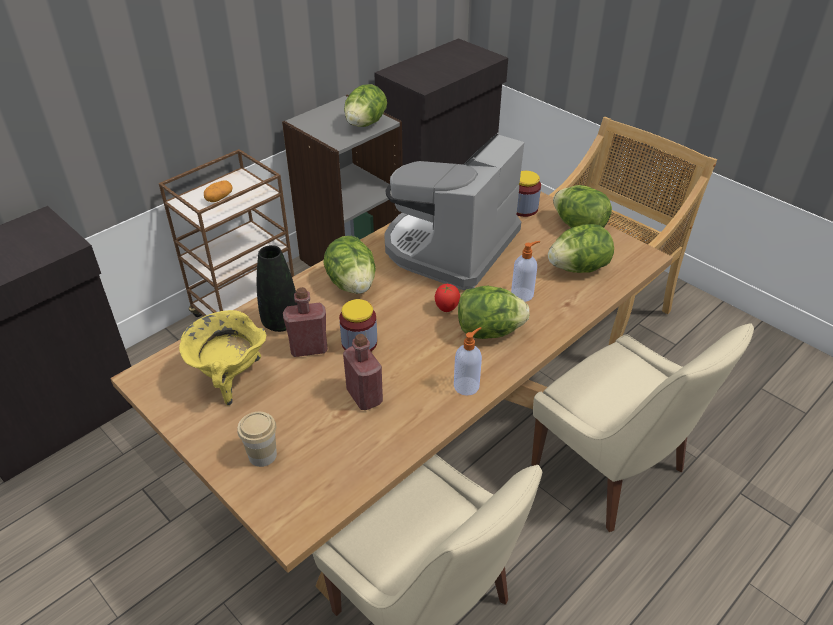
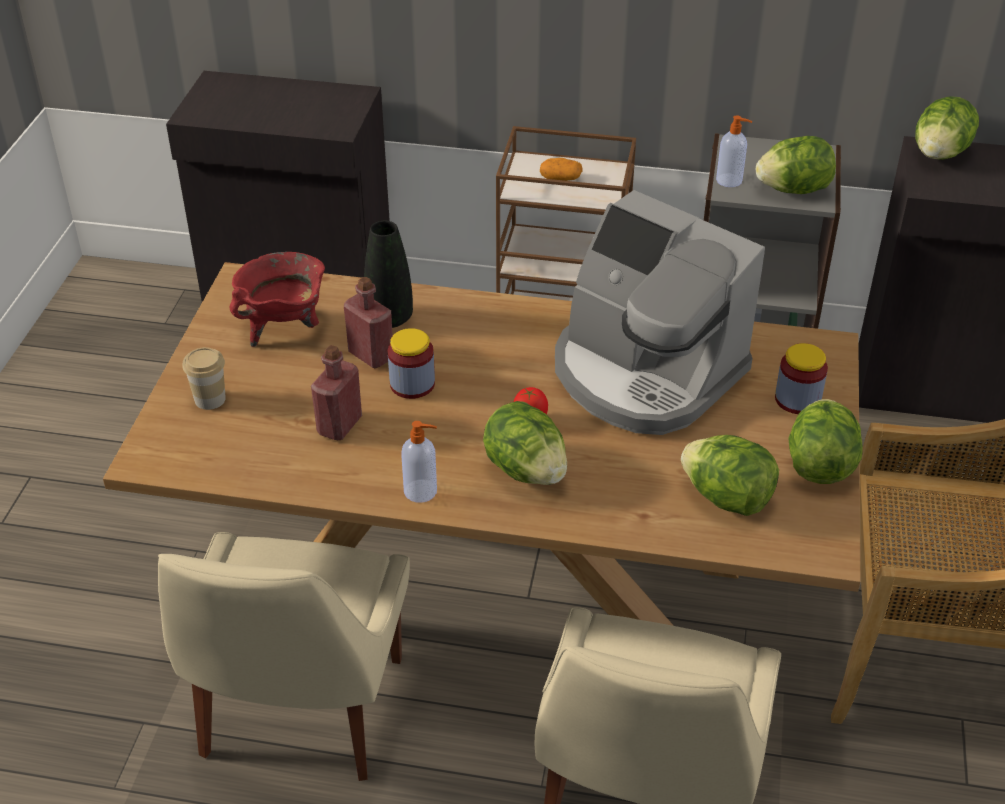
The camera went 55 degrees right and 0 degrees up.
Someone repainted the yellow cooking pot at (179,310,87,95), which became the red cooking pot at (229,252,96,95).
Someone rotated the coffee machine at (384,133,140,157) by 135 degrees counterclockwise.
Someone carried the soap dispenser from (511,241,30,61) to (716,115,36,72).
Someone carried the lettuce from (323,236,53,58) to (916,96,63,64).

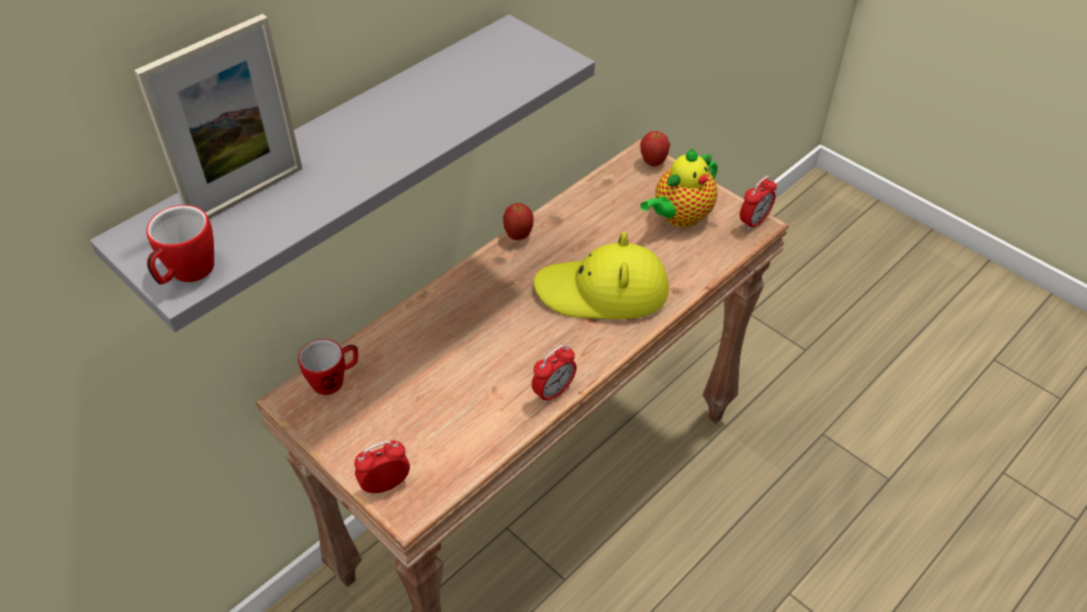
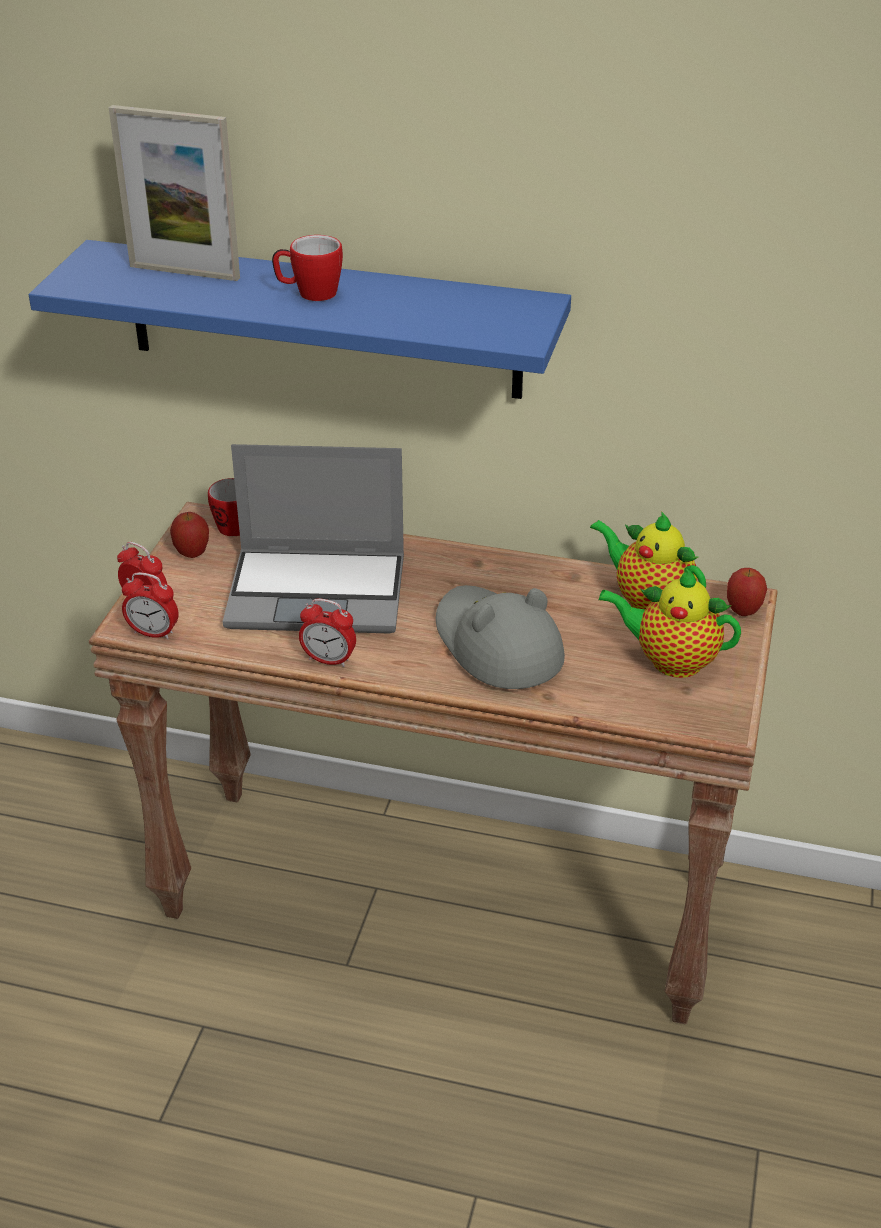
The camera went 60 degrees right and 10 degrees down.
Someone repainted the grey shelf at (90,15,505,317), which became the blue shelf at (29,240,542,159).
Someone carried the alarm clock from (740,175,37,56) to (122,572,57,68).
Someone carried the apple from (503,203,31,37) to (170,512,39,46).
Someone put down the laptop at (223,444,181,189).
Someone carried the mug from (146,205,68,79) to (272,235,71,66).
Someone repainted the yellow hat at (533,232,136,87), which became the grey hat at (436,585,129,104).
Someone put down the teapot at (590,512,116,97).

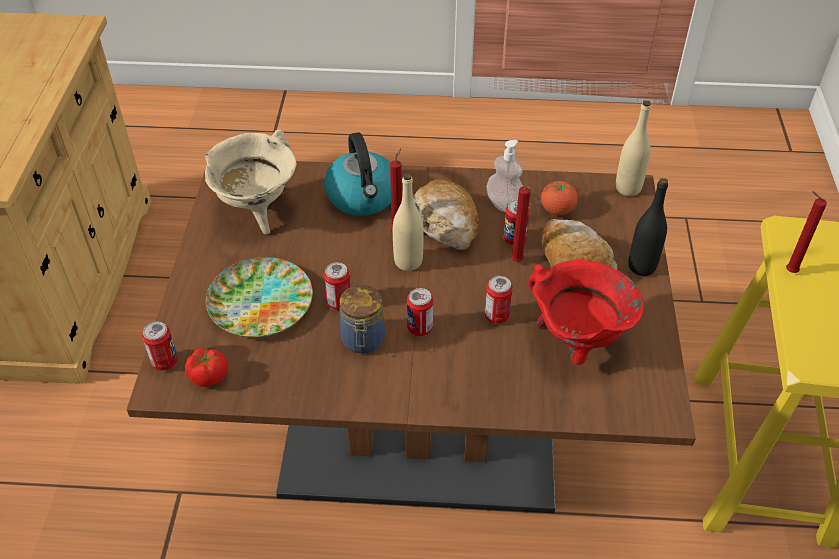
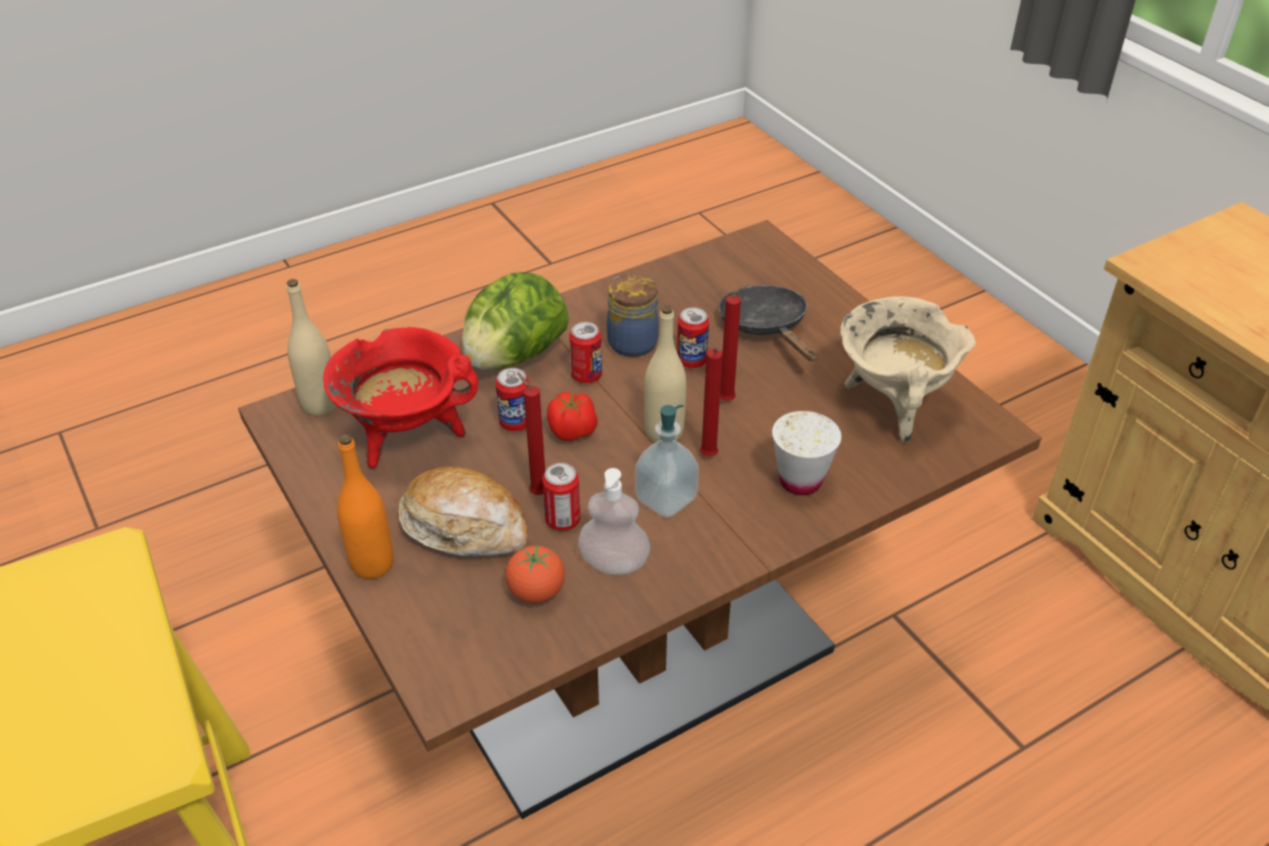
The camera went 145 degrees right and 5 degrees down.
Someone carried the beige bottle from (616,100,35,96) to (286,279,51,137).
Someone repainted the black bottle at (628,178,40,98), which became the orange bottle at (337,434,56,145).
Someone put down the lettuce at (462,272,107,98).
Someone carried the tomato from (185,348,43,39) to (547,391,51,50).
Someone swapped the bread at (413,180,66,70) for the soap dispenser at (635,405,64,113).
Someone swapped the plate at (206,257,107,80) for the black frying pan at (718,285,99,76).
Someone carried the red candle from (786,191,41,82) to (720,284,29,117).
Someone swapped the kettle at (324,132,67,84) for the white cup at (772,411,70,84).
Someone took away the can at (142,321,36,50).

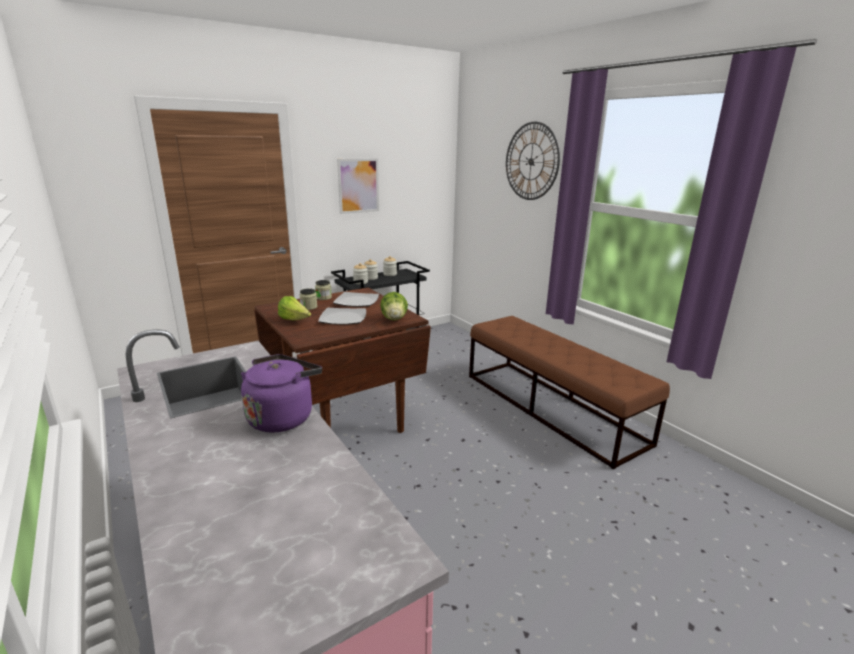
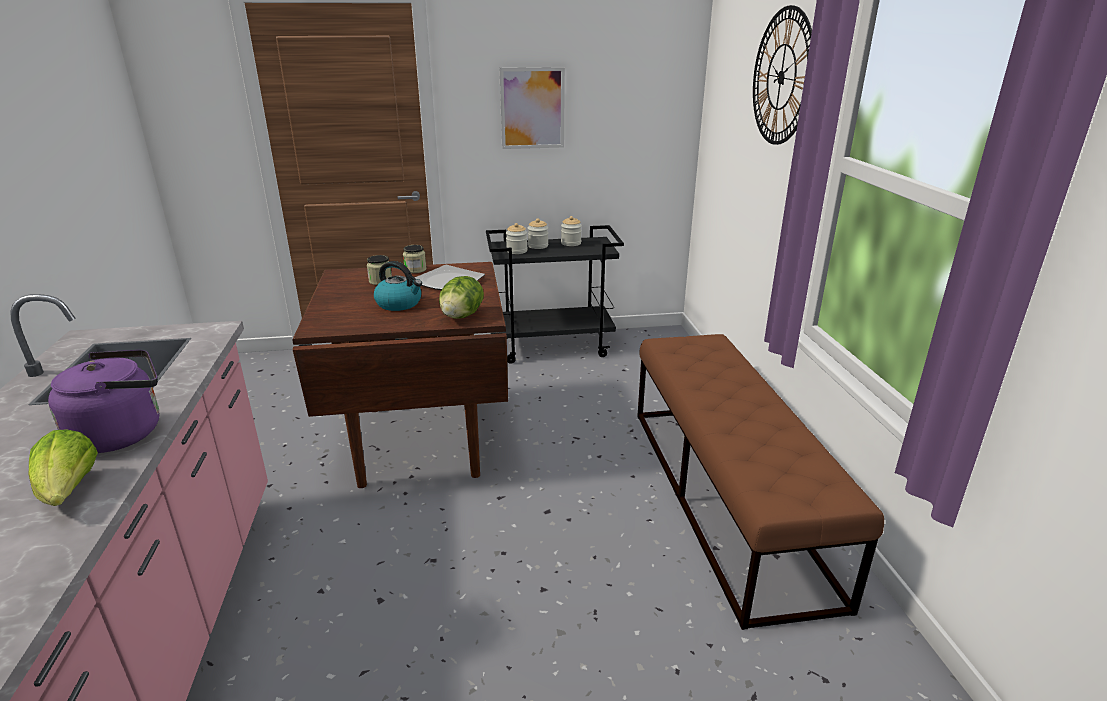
The camera went 25 degrees right and 5 degrees up.
Someone carried the lettuce from (278,296,33,24) to (29,429,69,77).
Someone swapped the plate at (318,308,48,17) for the kettle at (374,261,48,50).

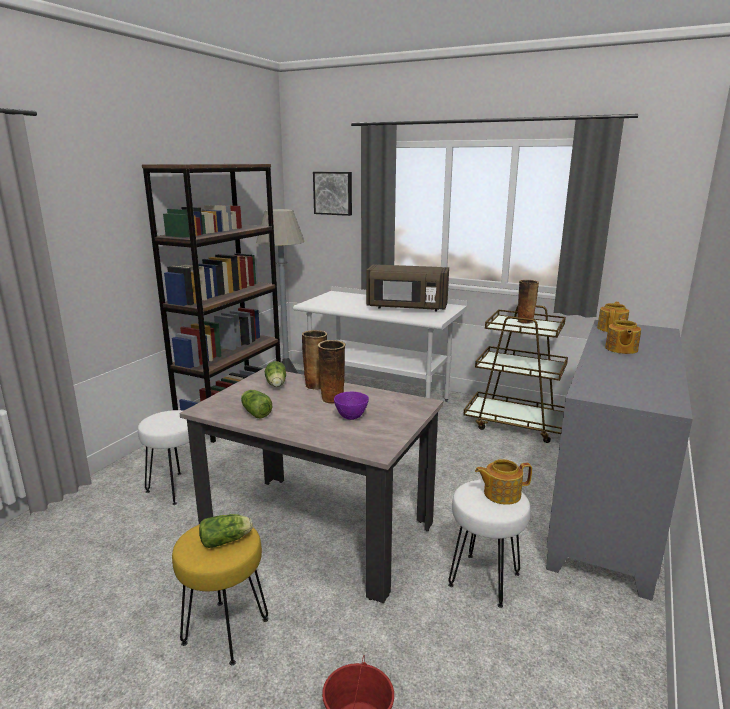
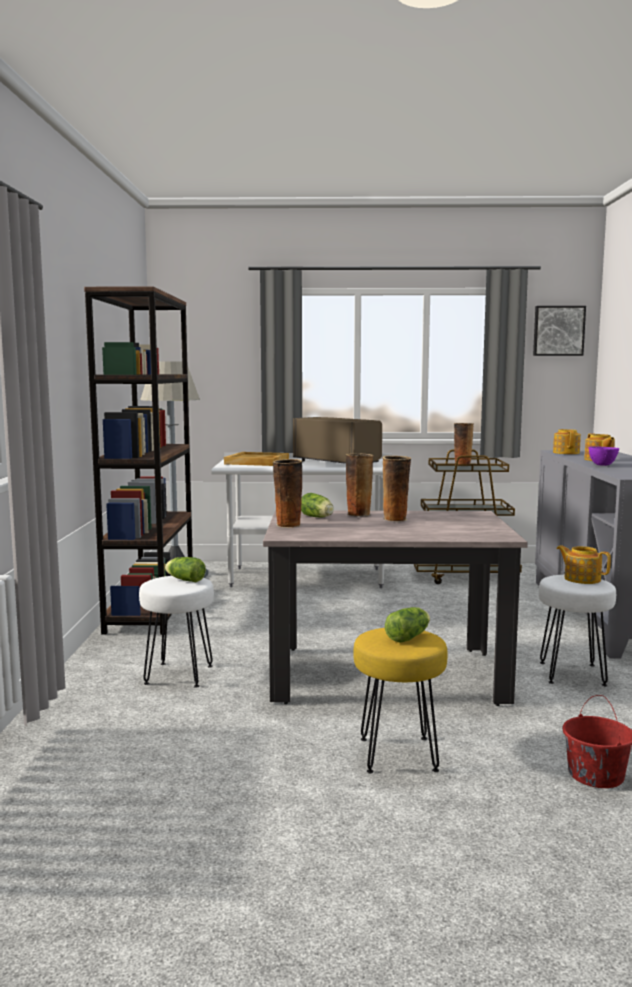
The camera went 25 degrees left and 10 degrees down.
Someone carried the lettuce from (241,390,31,28) to (165,557,41,25).
Someone put down the beige tray at (224,452,65,14).
Someone put down the vase at (273,459,29,69).
Someone rotated the brown microwave at (366,264,83,47) by 120 degrees counterclockwise.
Someone carried the picture from (313,172,39,44) to (533,306,53,50).
Someone rotated the teapot at (475,459,57,46) by 75 degrees clockwise.
Someone carried the purple bowl from (334,392,35,28) to (588,446,31,20).

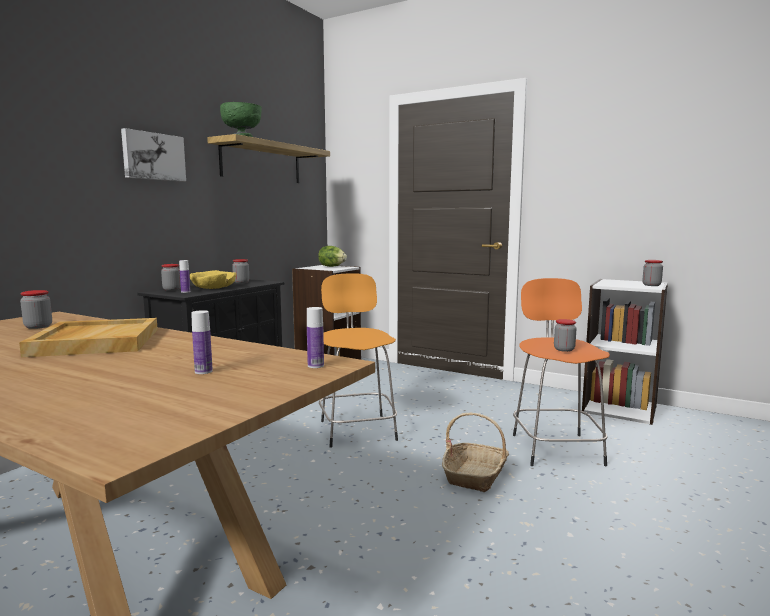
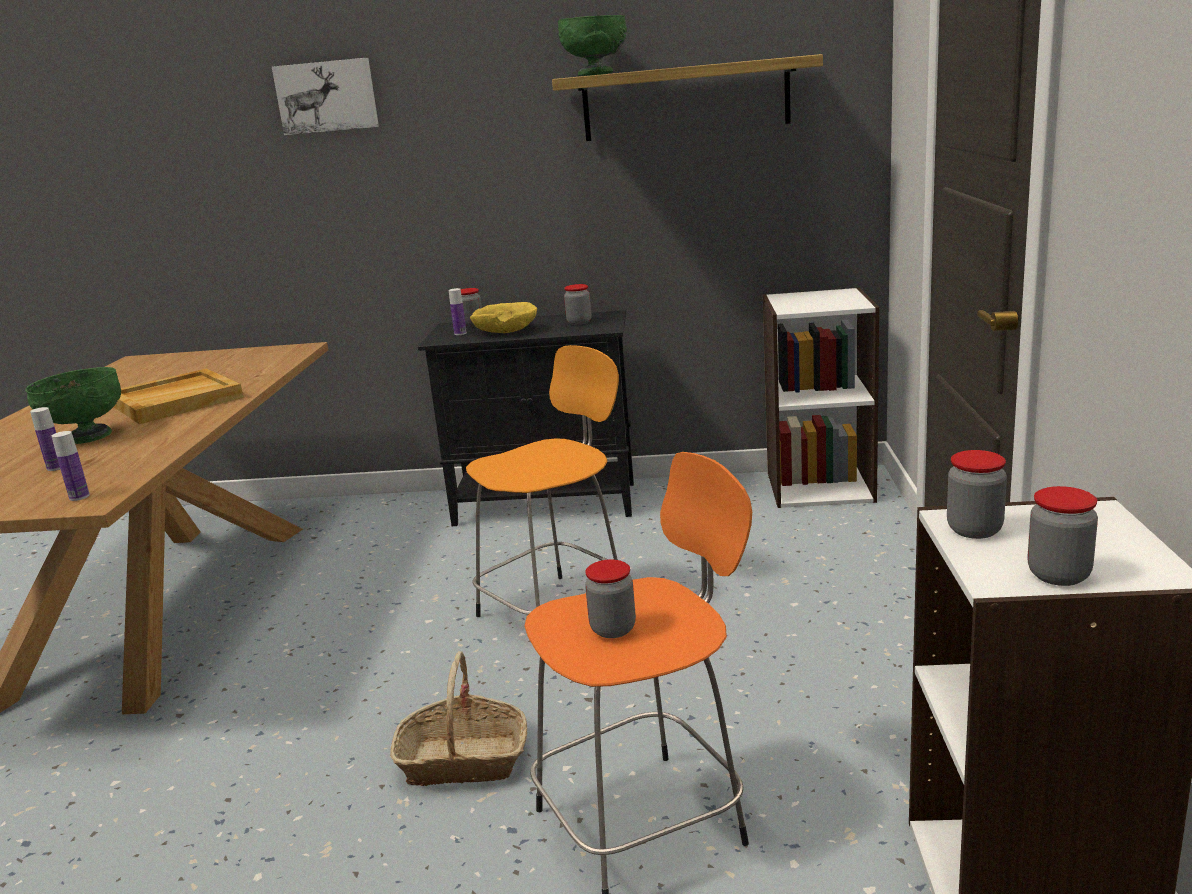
The camera went 65 degrees right and 10 degrees up.
Someone put down the green bowl at (25,367,96,77).
Someone carried the picture from (121,128,65,54) to (272,58,107,77).
Someone carried the jar from (20,290,32,39) to (947,450,60,89).
Someone took away the lettuce at (318,246,29,21).

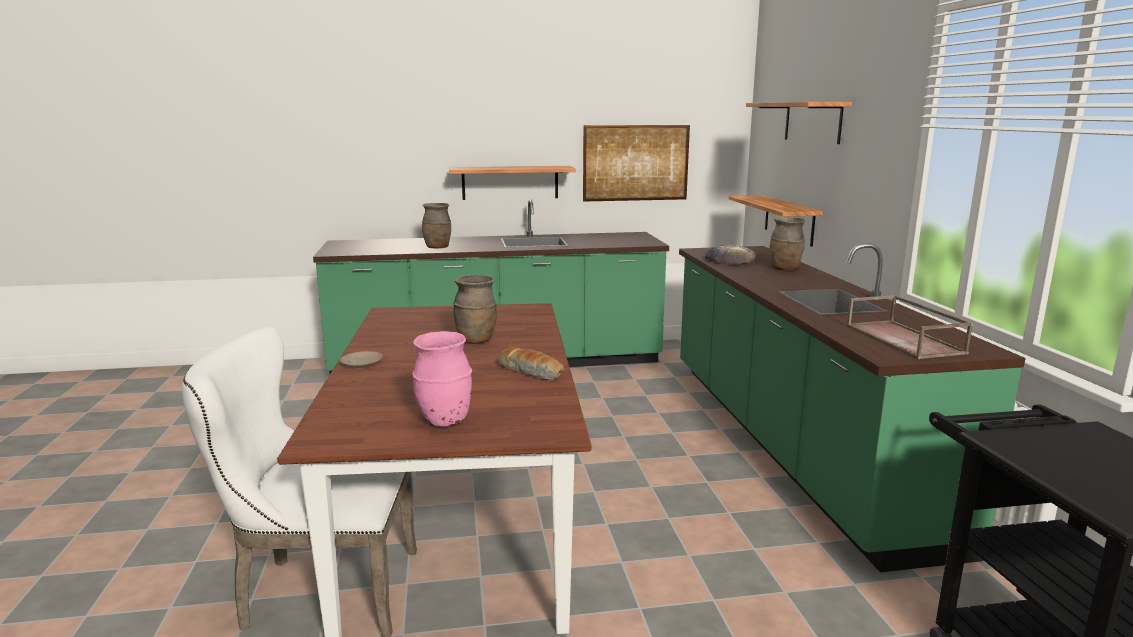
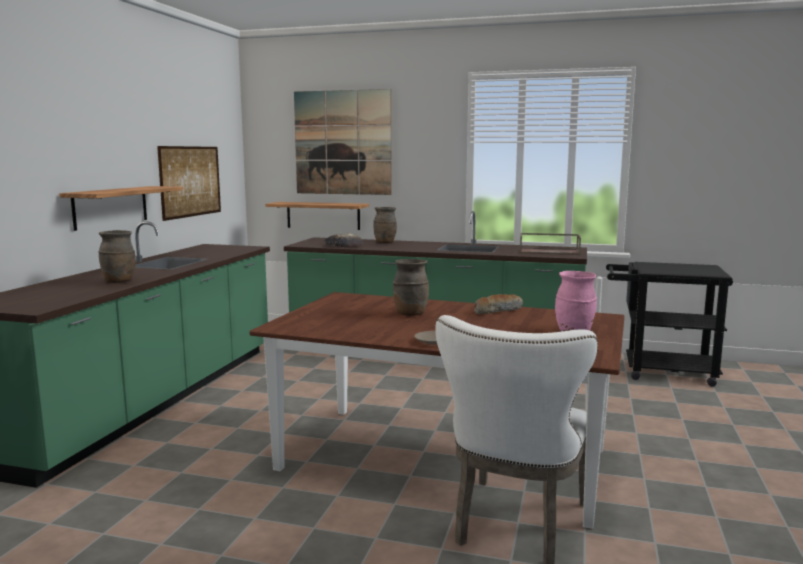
The camera went 65 degrees left and 5 degrees down.
Someone swapped the shelf at (746,102,106,42) for the picture at (294,89,98,106).

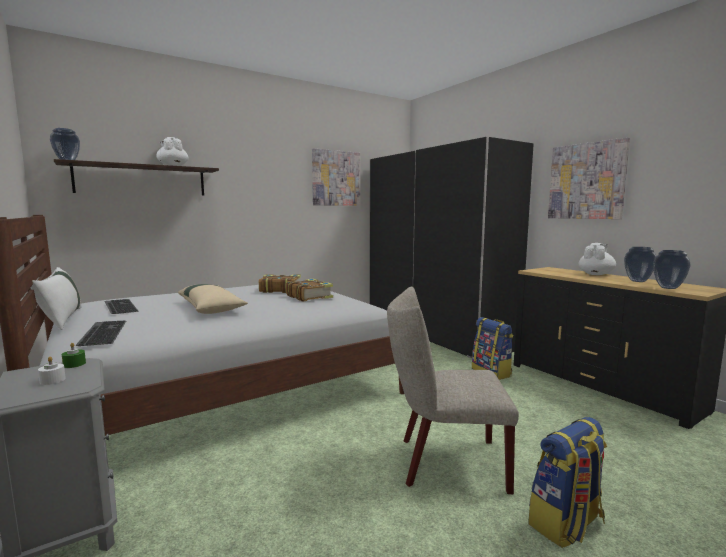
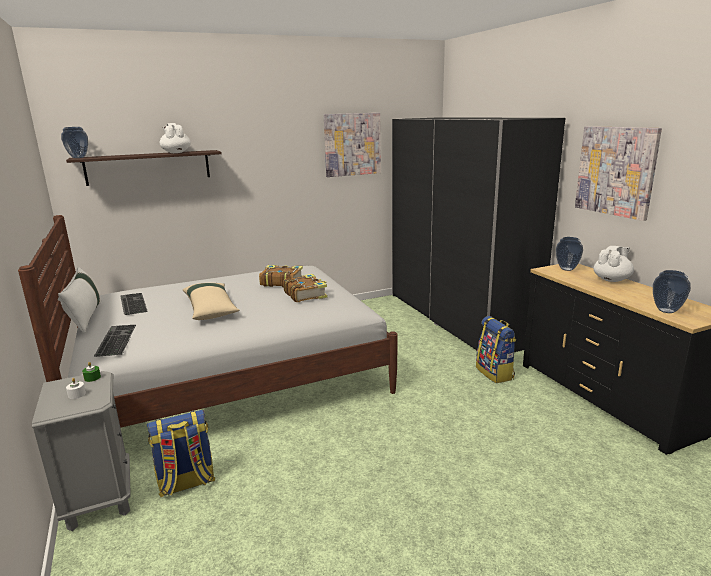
The camera went 10 degrees right and 10 degrees up.
Someone carried the backpack from (528,417,79,131) to (146,410,69,87).
Someone carried the vase from (624,247,33,35) to (556,237,27,34).
Someone took away the beige chair at (387,287,132,207).

